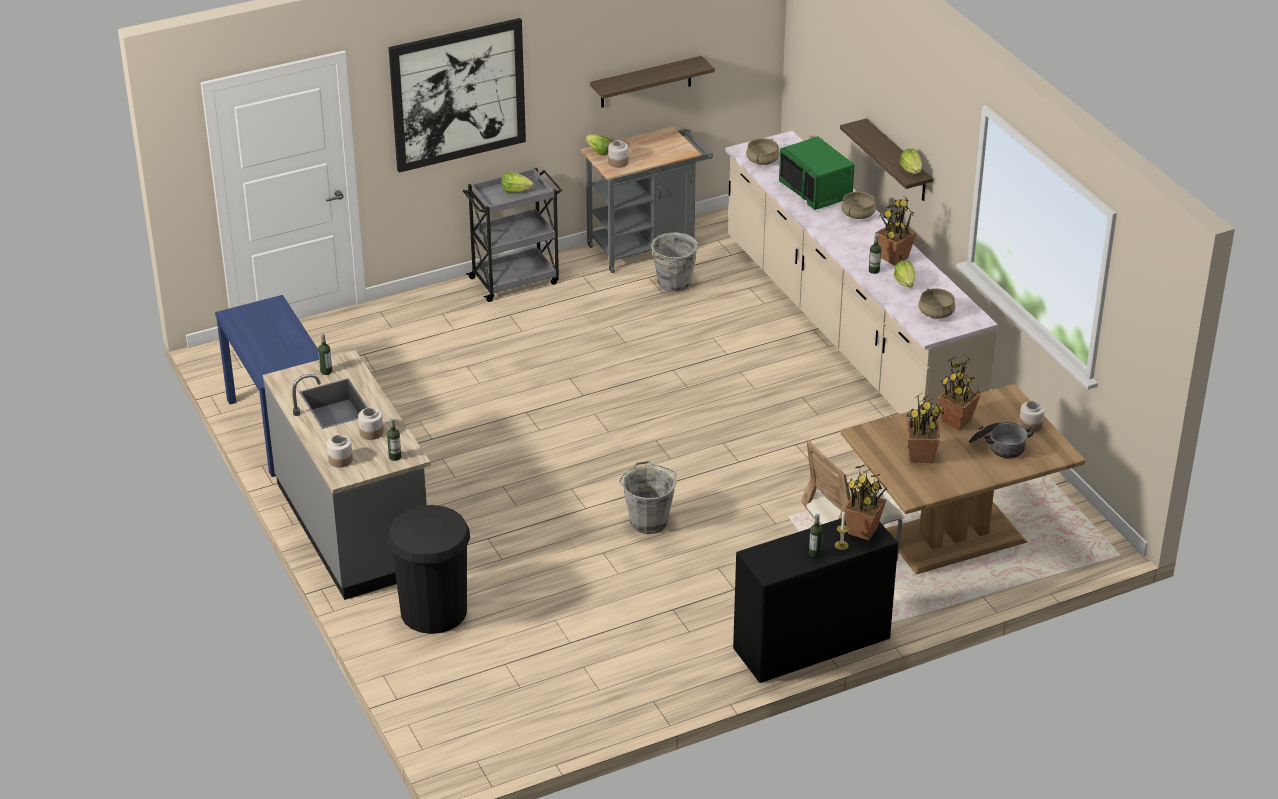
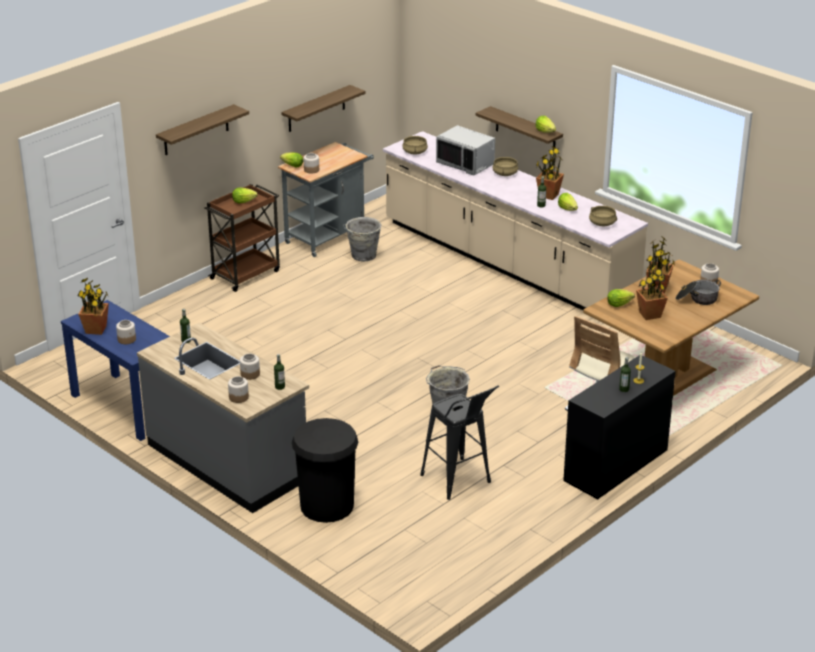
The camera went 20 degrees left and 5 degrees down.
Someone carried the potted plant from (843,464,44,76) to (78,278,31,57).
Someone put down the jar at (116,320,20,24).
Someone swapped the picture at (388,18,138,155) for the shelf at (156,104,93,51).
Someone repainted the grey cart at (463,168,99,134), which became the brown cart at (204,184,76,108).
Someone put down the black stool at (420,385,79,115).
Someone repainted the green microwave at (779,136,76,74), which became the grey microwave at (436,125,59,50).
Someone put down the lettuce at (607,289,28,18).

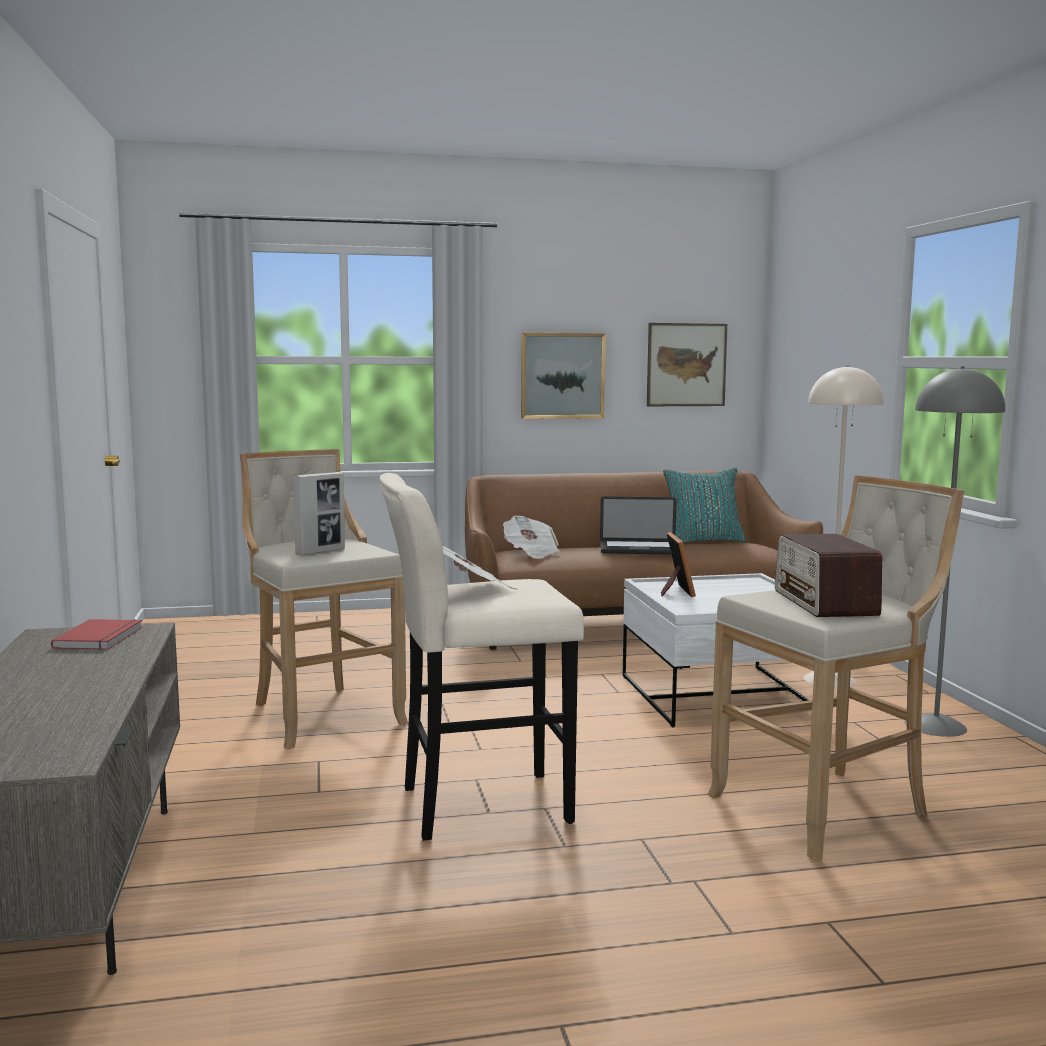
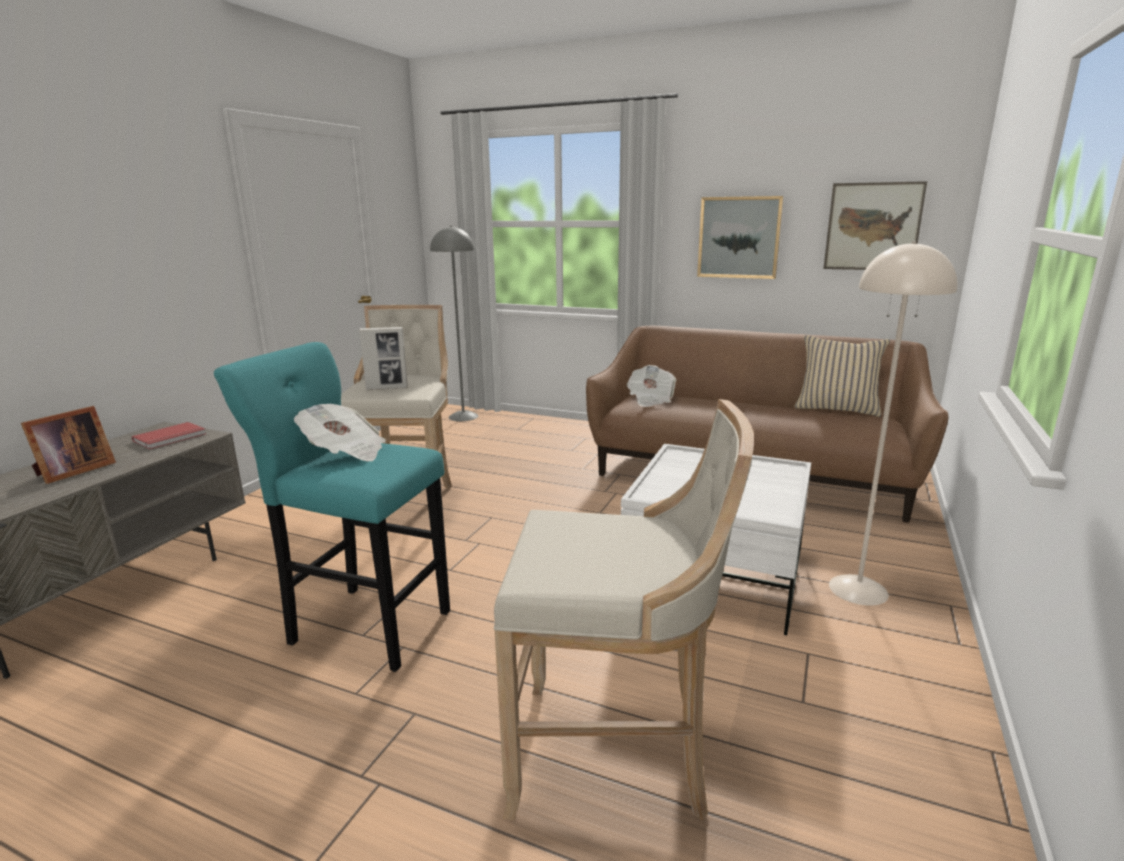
The camera went 35 degrees right and 10 degrees up.
Someone carried the picture frame from (661,532,35,65) to (21,406,95,78).
Someone repainted the beige stool at (380,473,204,368), which became the turquoise stool at (214,342,236,330).
Someone carried the grey floor lamp from (905,366,100,371) to (430,226,48,195).
Someone repainted the turquoise pillow at (663,468,83,75), which became the beige pillow at (795,335,95,82).
Someone took away the laptop at (600,497,77,58).
Someone took away the radio at (775,534,107,83).

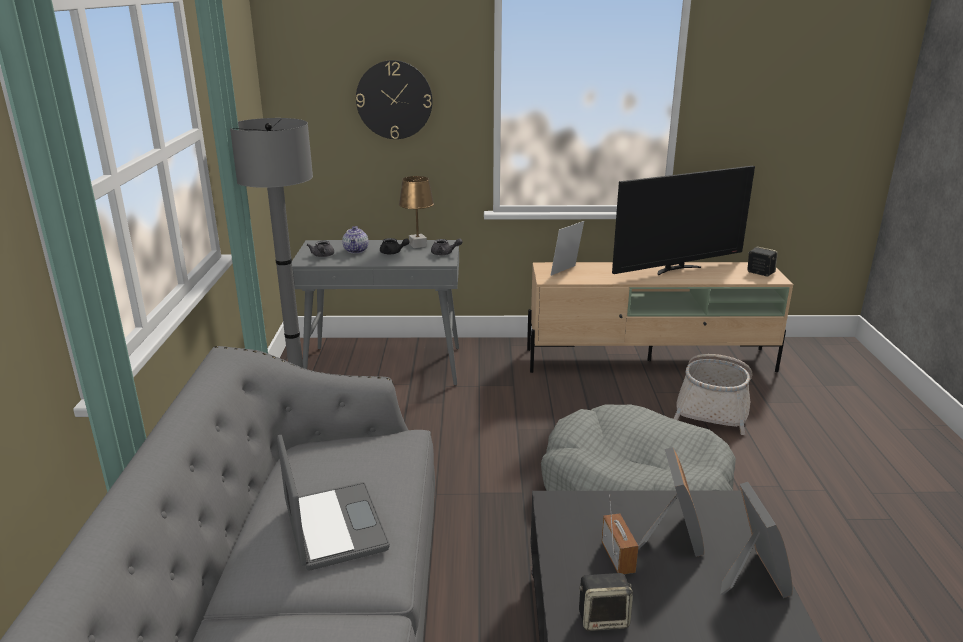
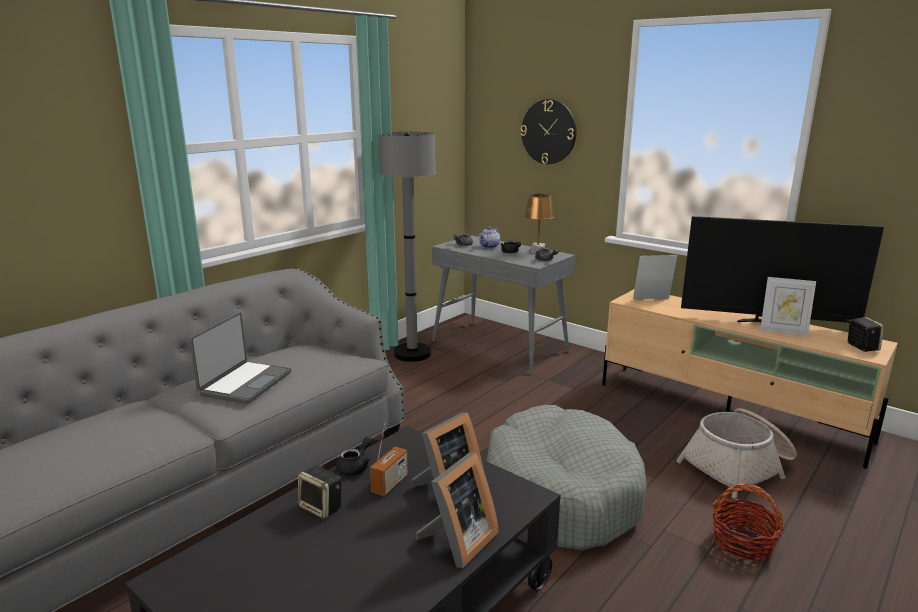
The camera went 40 degrees right and 5 degrees down.
Someone put down the black teapot at (336,436,37,40).
Someone put down the basket at (712,483,72,79).
Someone put down the picture frame at (760,277,56,59).

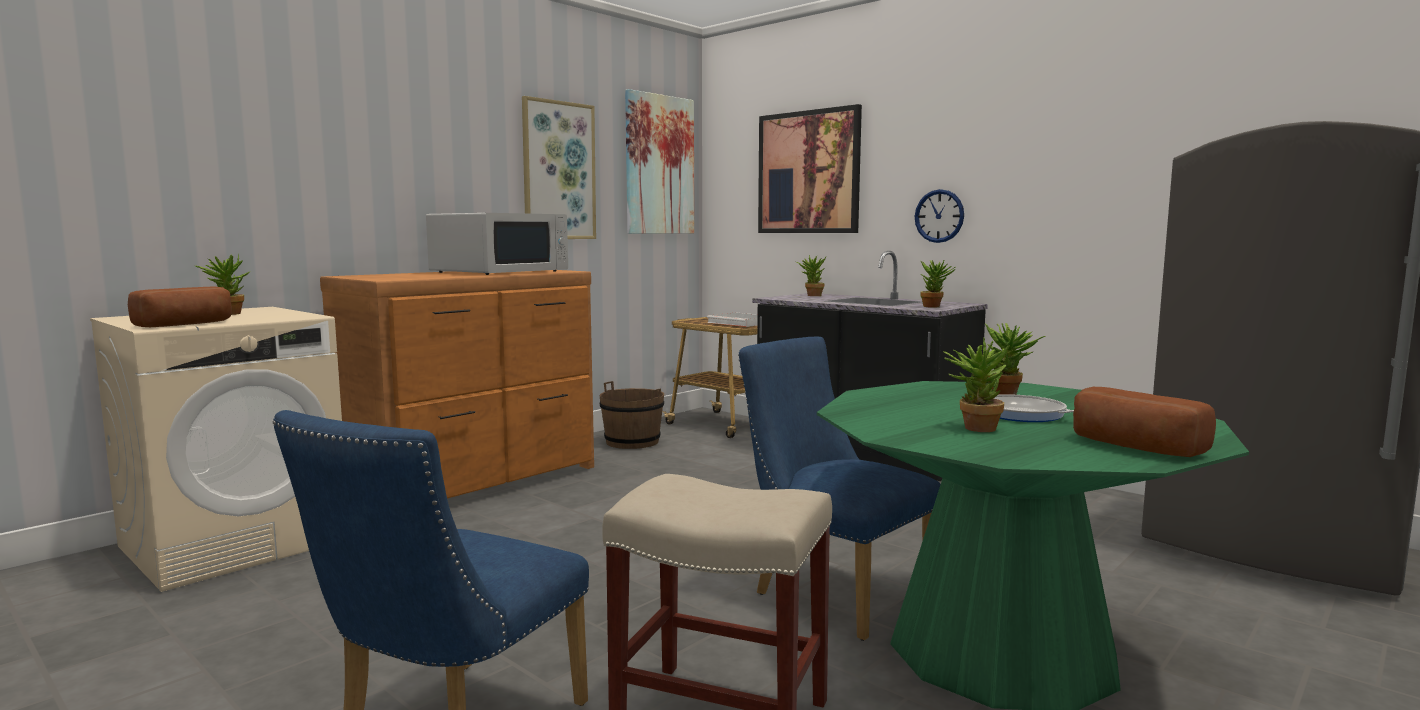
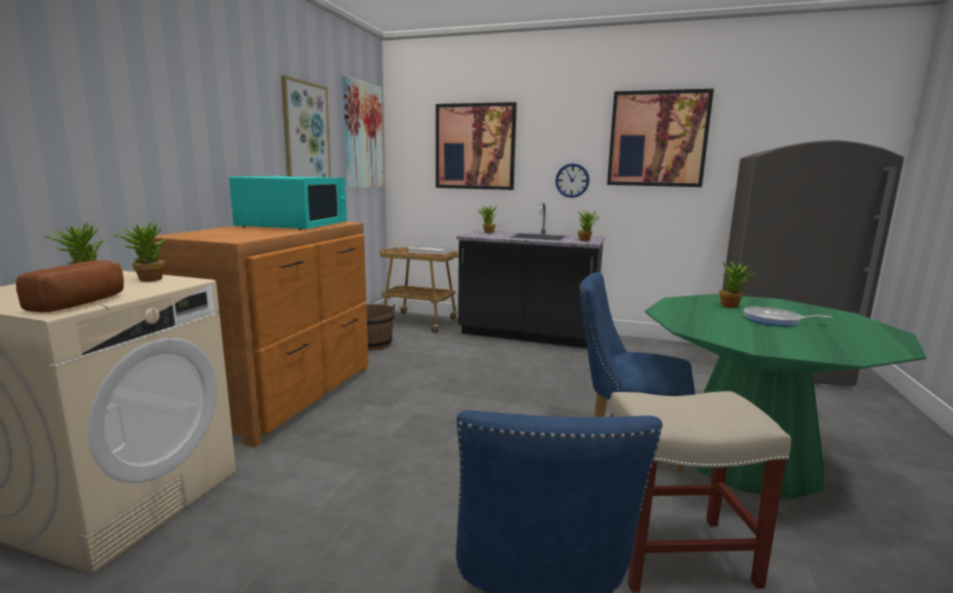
The camera went 25 degrees left and 5 degrees up.
Someone carried the potted plant from (943,337,67,95) to (112,221,56,61).
Someone repainted the white microwave at (426,213,142,62), which became the turquoise microwave at (229,176,118,54).
Someone put up the picture at (607,89,107,98).
Someone took away the bread at (1073,387,143,70).

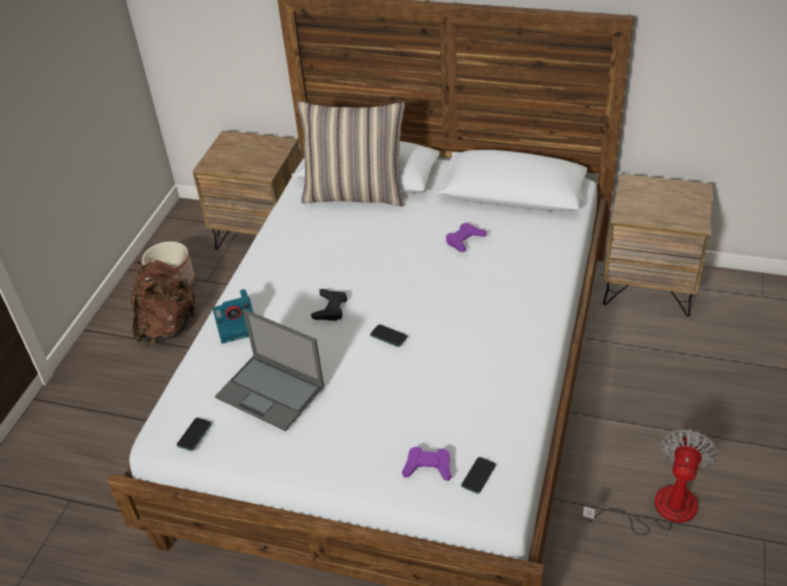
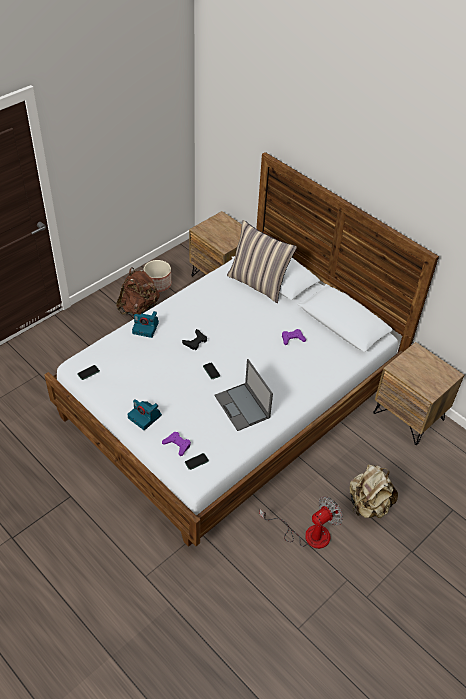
The camera went 25 degrees right and 5 degrees up.
Someone put down the photo camera at (128,399,34,31).
Someone carried the laptop from (215,309,109,122) to (214,359,59,72).
Someone put down the beige backpack at (350,465,48,53).

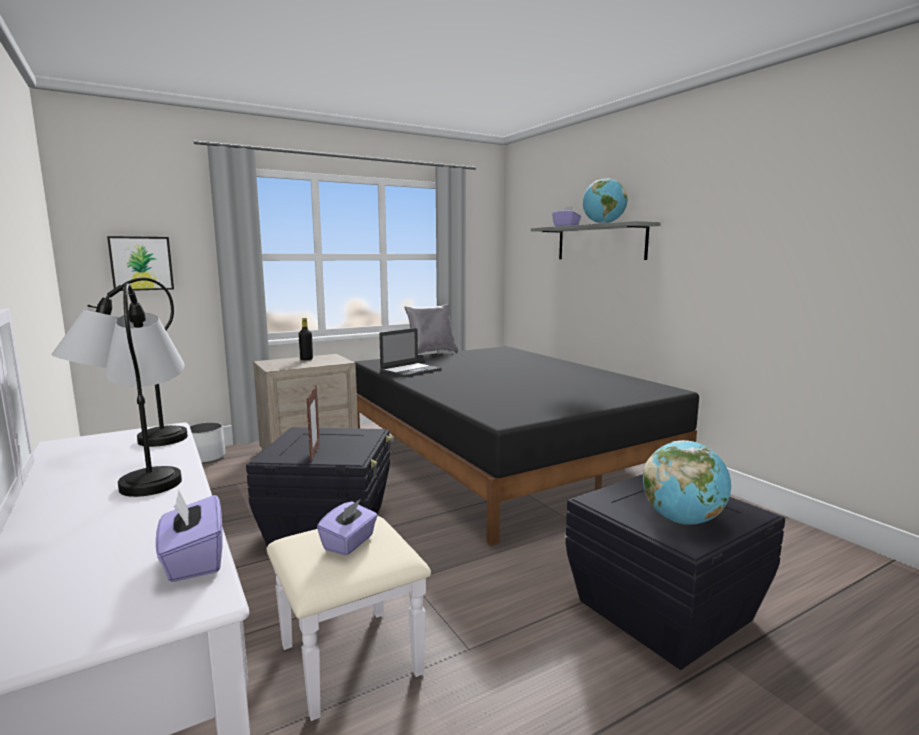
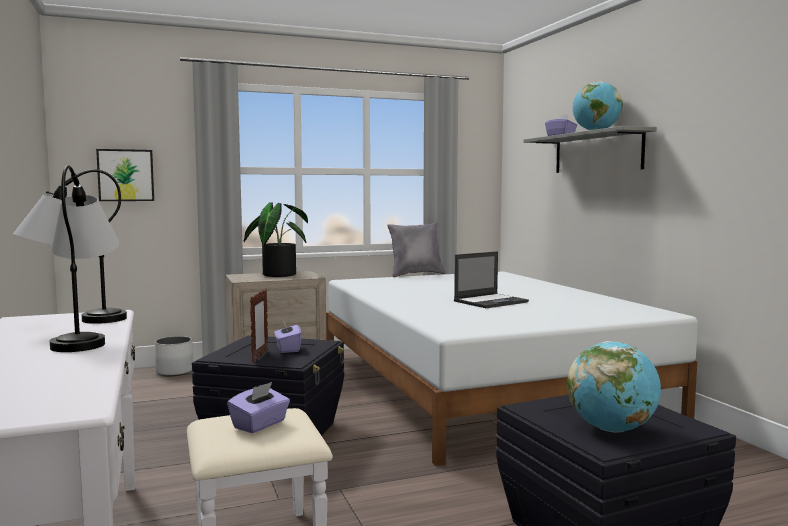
The camera went 10 degrees right and 5 degrees down.
Someone swapped the black bottle at (298,318,15,42) for the potted plant at (244,202,64,75).
Someone carried the purple tissue box from (155,490,68,92) to (274,320,27,33).
Someone repainted the black bed at (355,346,344,200), which became the white bed at (326,271,372,195).
Someone carried the laptop from (379,328,63,49) to (454,251,75,57).

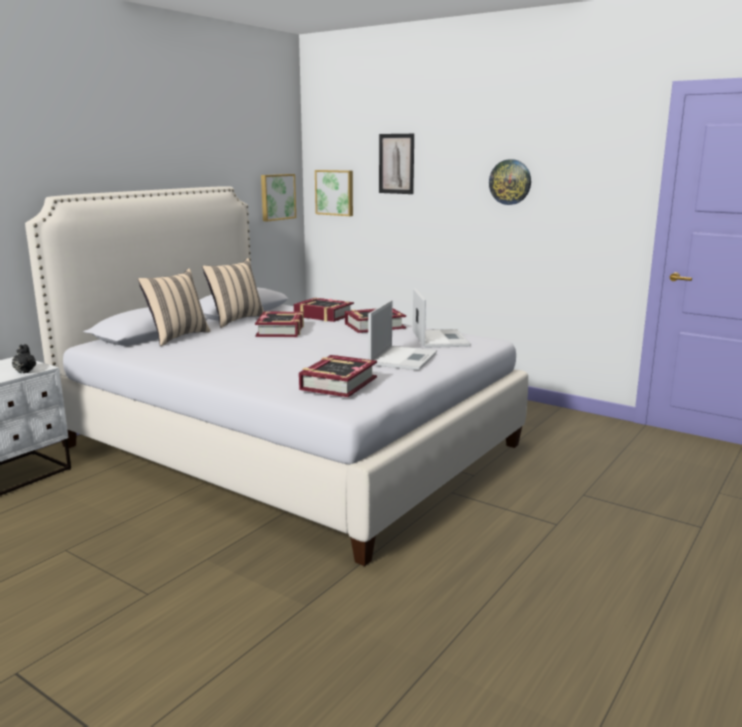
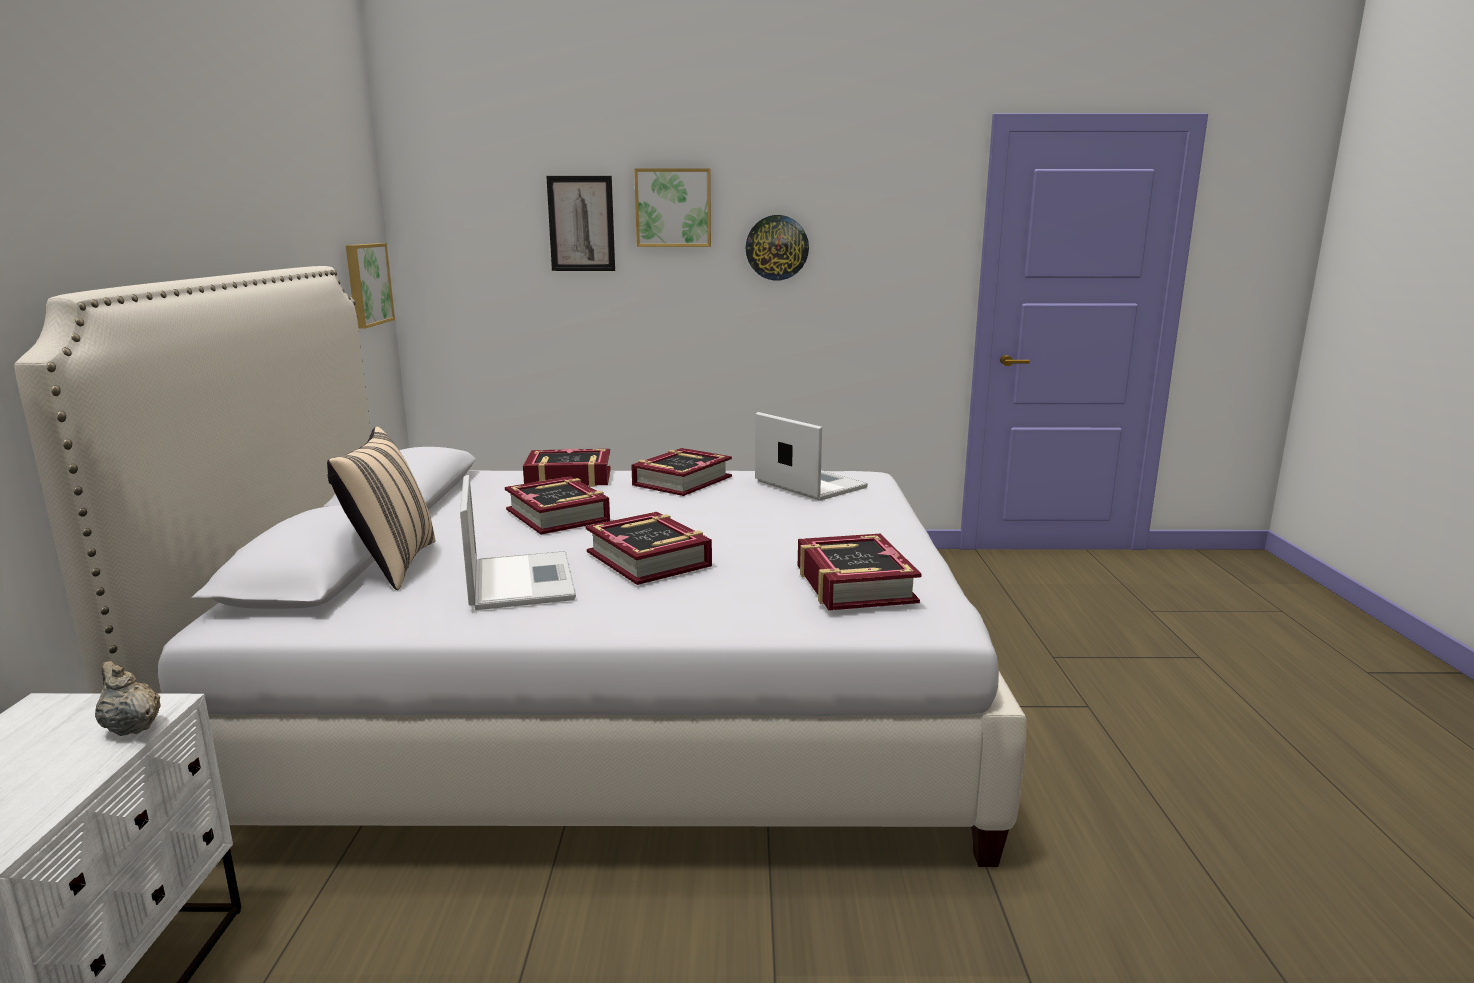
The camera went 35 degrees left and 0 degrees up.
Someone repainted the black teapot at (12,344,24,29), which became the beige teapot at (95,661,66,75).
Someone carried the laptop from (368,300,69,70) to (460,475,116,135).
Someone put down the book at (586,512,126,73).
Someone carried the picture from (315,170,38,46) to (634,168,77,79).
Someone took away the beige pillow at (202,258,62,70).

